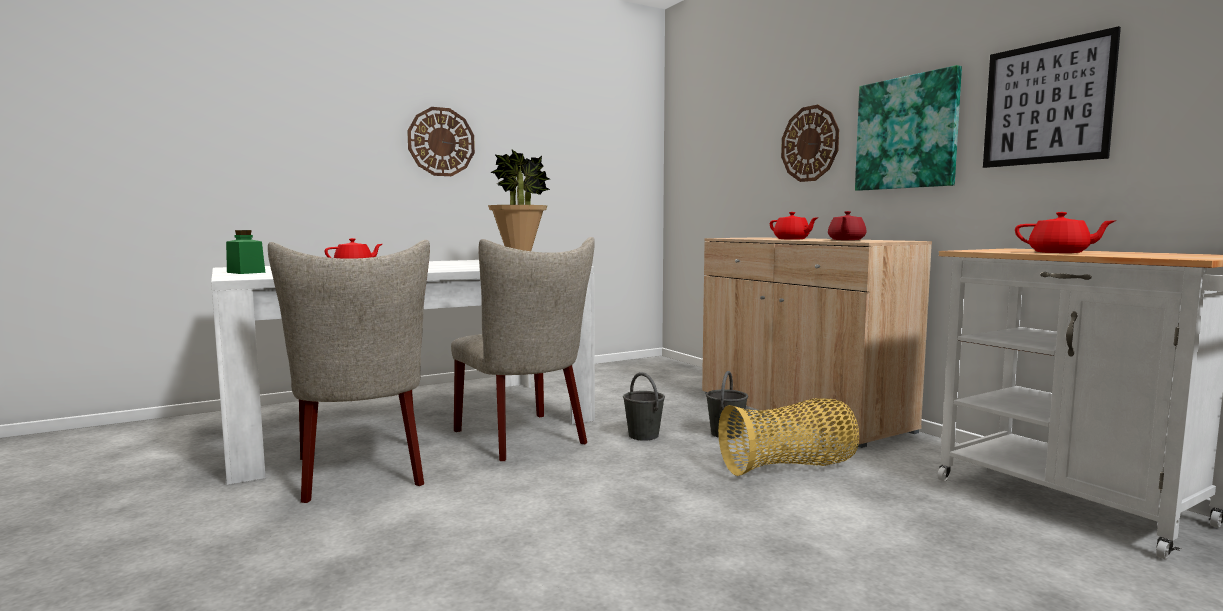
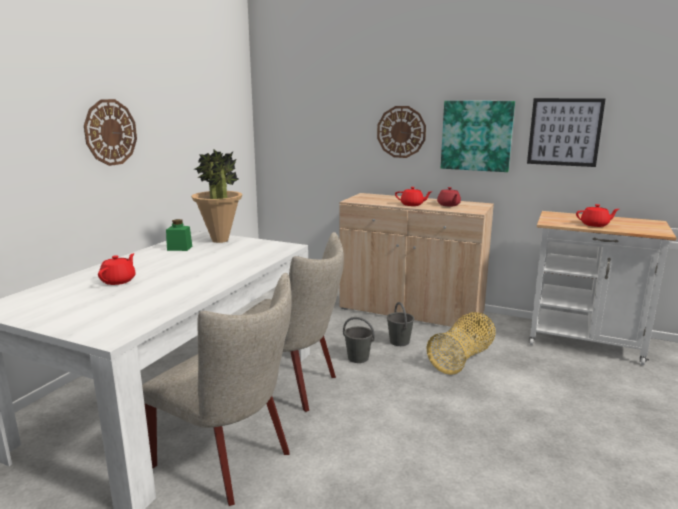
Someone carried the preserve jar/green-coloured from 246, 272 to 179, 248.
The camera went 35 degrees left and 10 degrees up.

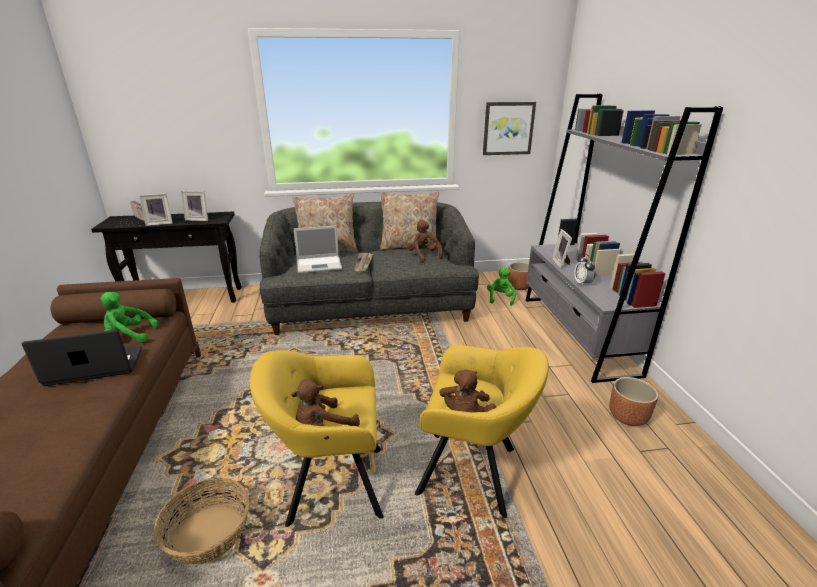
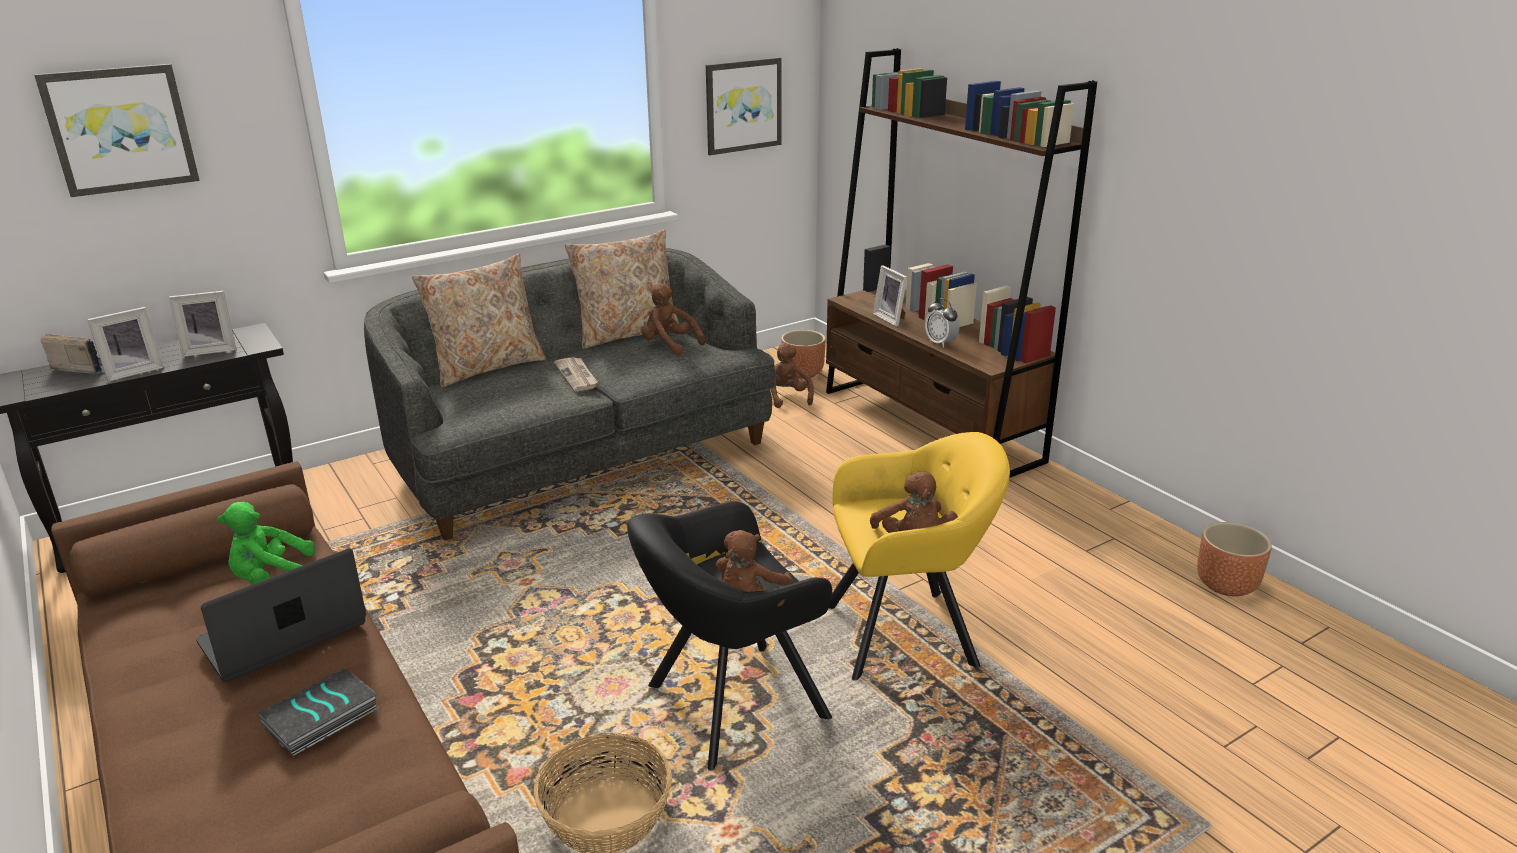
Someone put up the picture at 120, 129.
Someone put down the volume at 321, 719.
Someone repainted the lounge chair/yellowish at 330, 483, which became the lounge chair/black at 728, 705.
Someone repainted the cuddly toy/green-coloured at 500, 298, which became the cuddly toy/brown-coloured at 786, 397.
Someone repainted the shelving unit/grey at 577, 334, which became the shelving unit/brown-coloured at 930, 425.
Someone carried the flower pot/brown-coloured from 628, 417 to 1227, 585.
Someone took away the laptop at 320, 264.
The camera went 25 degrees left and 0 degrees up.

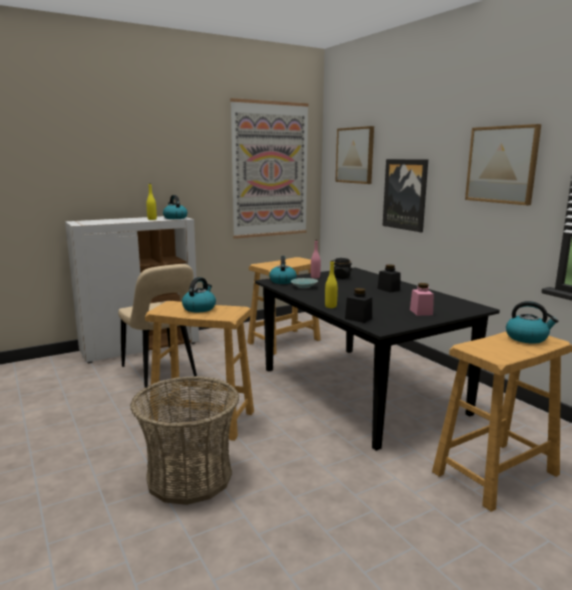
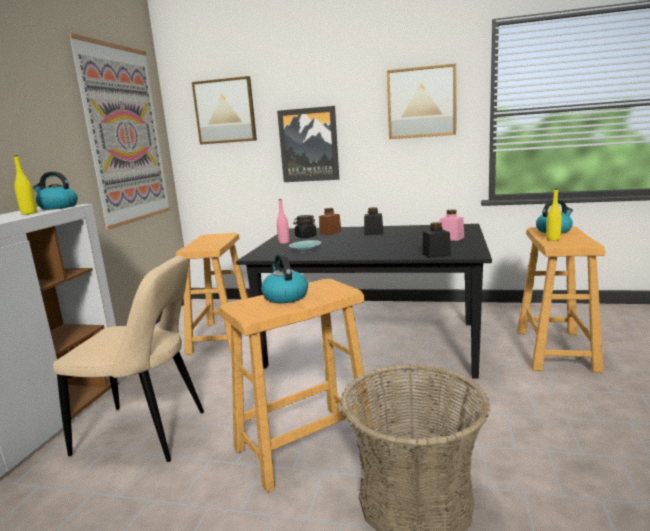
Someone put down the preserve jar/brown-coloured at 330, 233.
Someone carried the bottle/yellowish from 330, 306 to 553, 239.
Someone took away the kettle at 282, 281.
The camera went 45 degrees left and 0 degrees up.

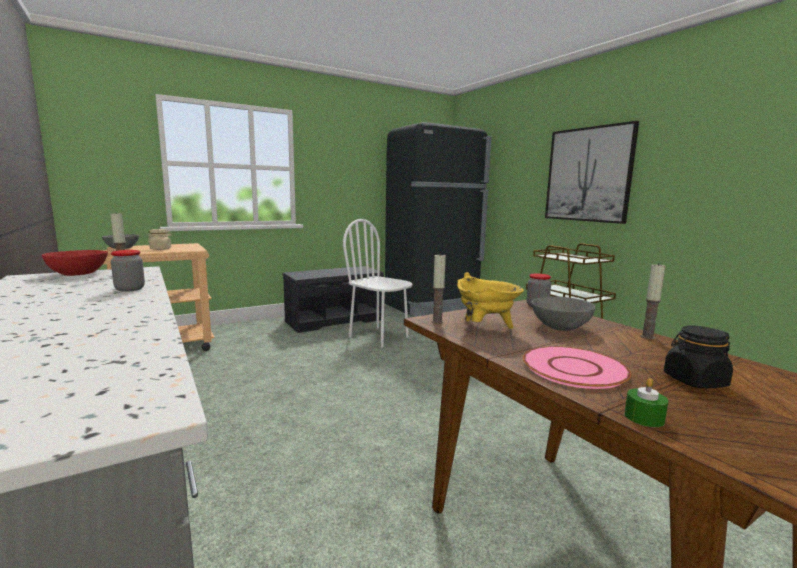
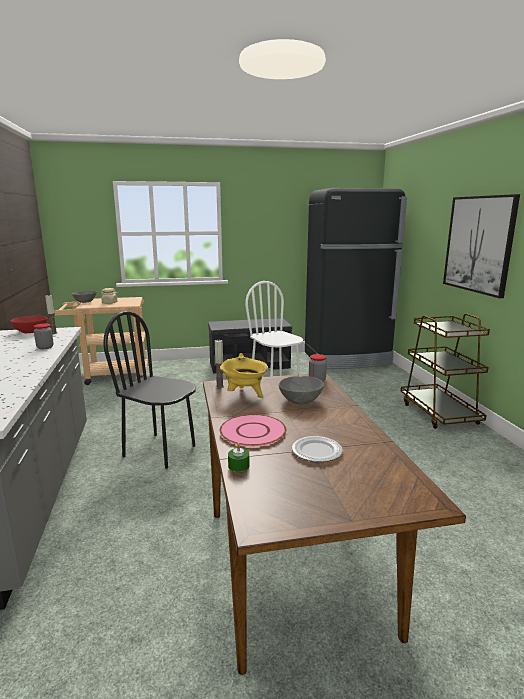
Someone put down the chair/black at 160, 451.
Someone swapped the preserve jar/black at 694, 381 for the flat dish at 317, 451.
Someone took away the wax candle at 647, 337.
The camera went 20 degrees right and 5 degrees up.

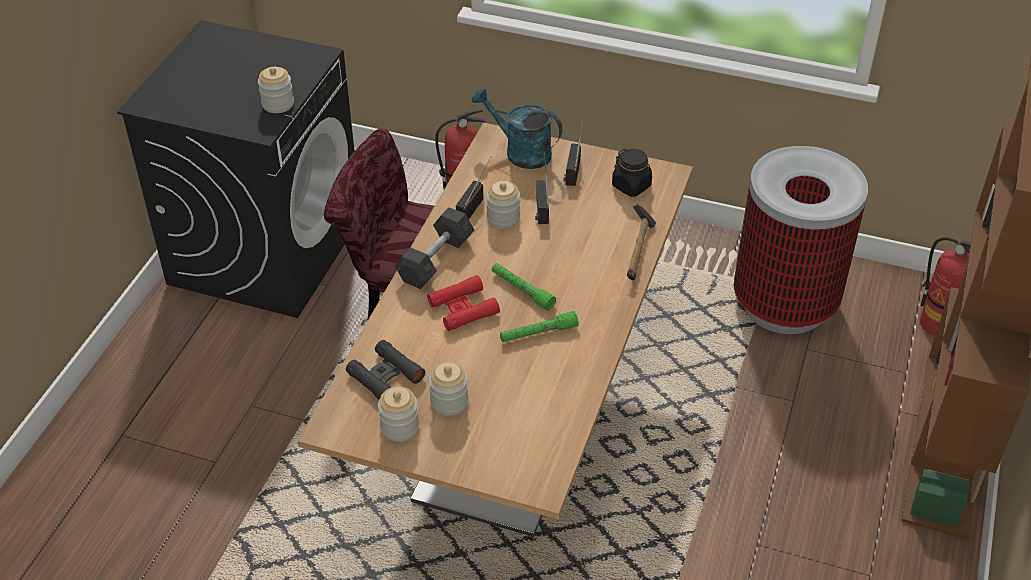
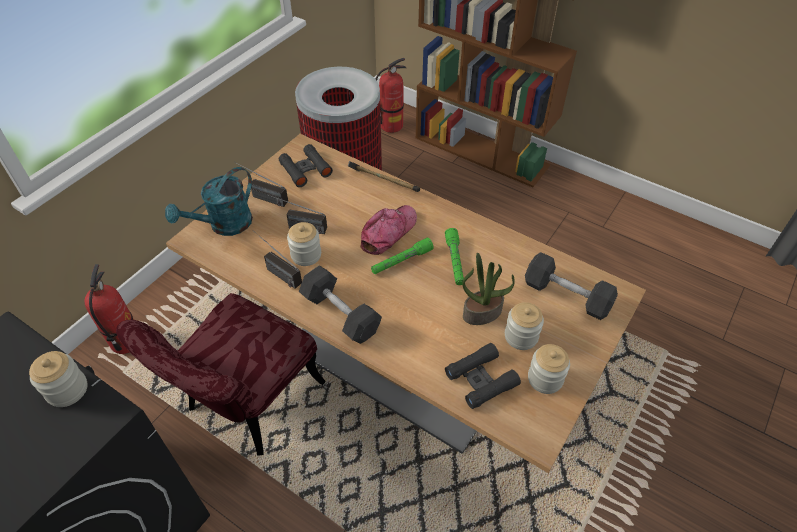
Someone swapped the preserve jar/black at 631, 186 for the binoculars/black at 305, 169.
Someone put down the cap at 388, 232.
Someone put down the plant in a pot at 482, 312.
Someone put down the dumbbell/grey at 566, 295.
Someone took away the binoculars/red-coloured at 463, 309.
The camera went 75 degrees left and 5 degrees up.

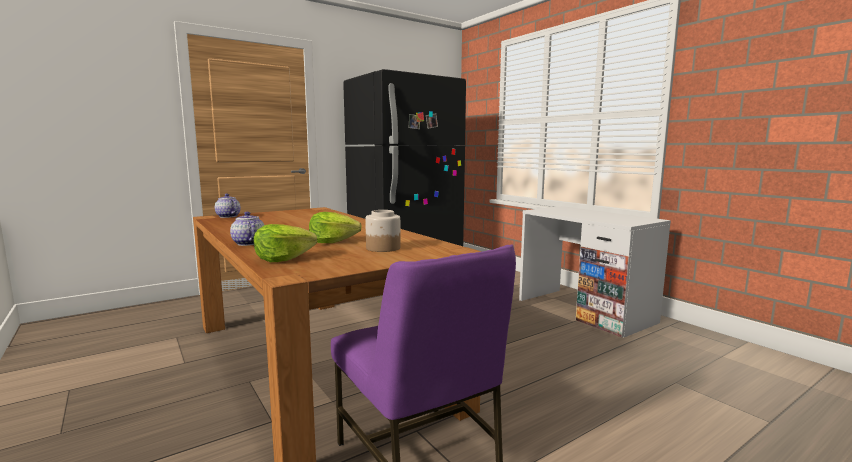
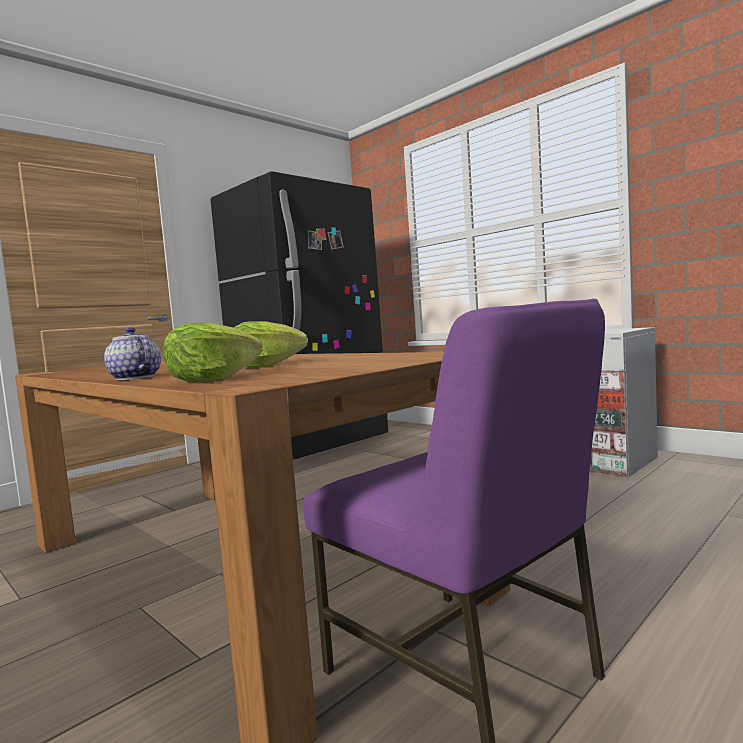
Someone took away the teapot at 227, 216.
Someone took away the preserve jar at 382, 248.
The camera went 10 degrees left and 5 degrees down.

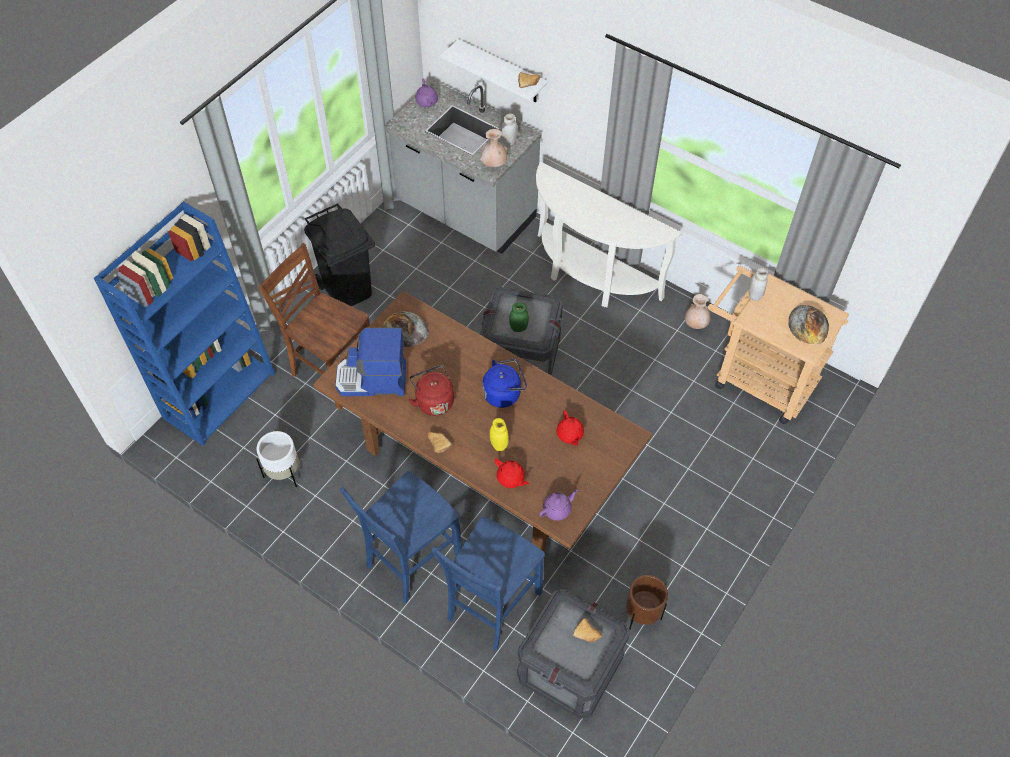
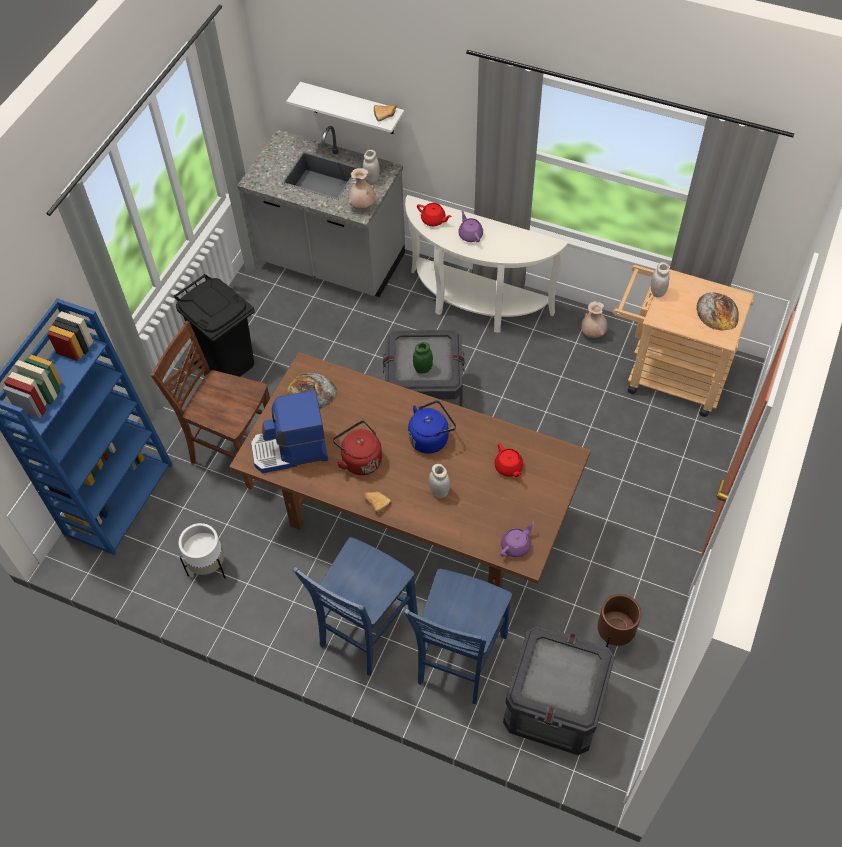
Someone carried the teapot/red-coloured from 511, 478 to 433, 220.
Someone repainted the preserve jar/yellowish at 499, 444, which became the preserve jar/white at 439, 491.
Someone carried the teapot/purple from 427, 101 to 470, 235.
Someone took away the bread at 588, 634.
The camera went 10 degrees left and 0 degrees up.

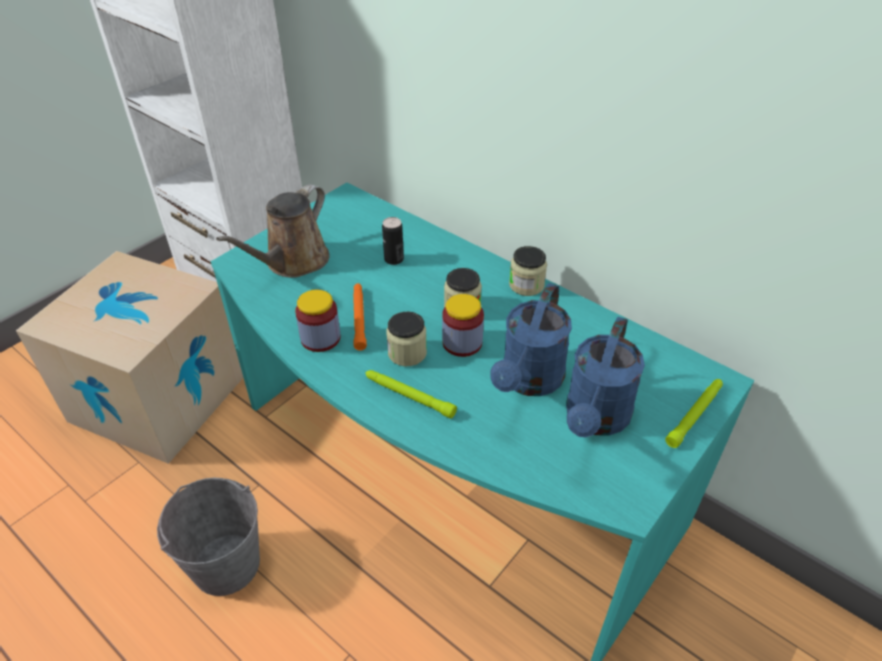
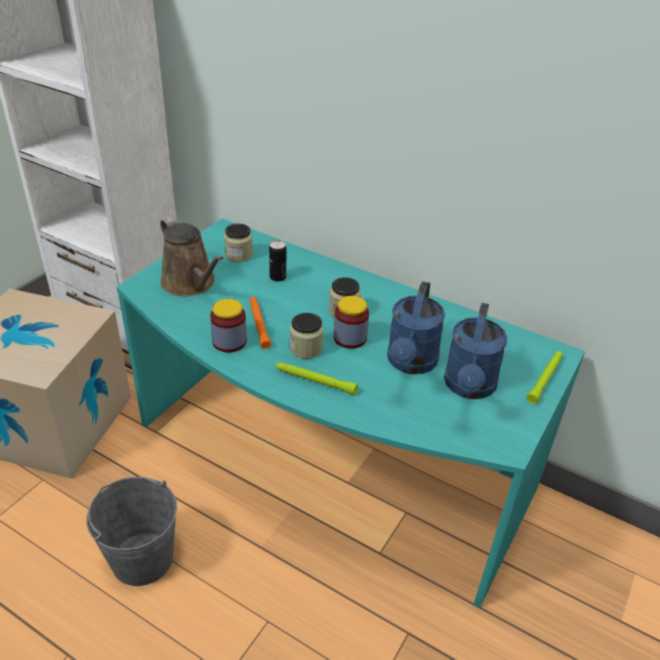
Someone rotated the watering can/brown-coloured at 293, 262 by 60 degrees counterclockwise.
Someone carried the preserve jar from 526, 285 to 239, 255.
The camera went 10 degrees left and 5 degrees down.

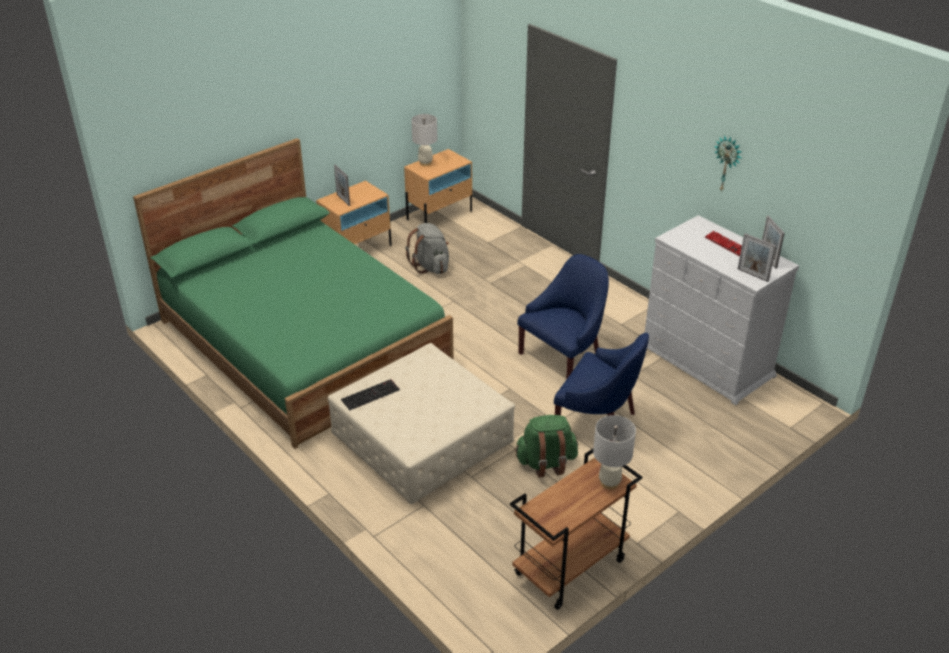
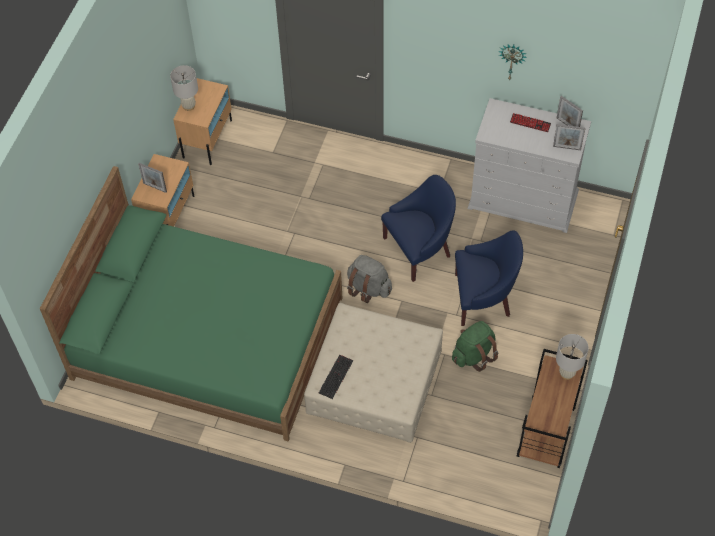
Someone carried the knapsack/grey from 431, 266 to 368, 288.
Someone rotated the lounge chair/blue-coloured at 563, 357 by 45 degrees clockwise.
The camera went 30 degrees left and 20 degrees up.

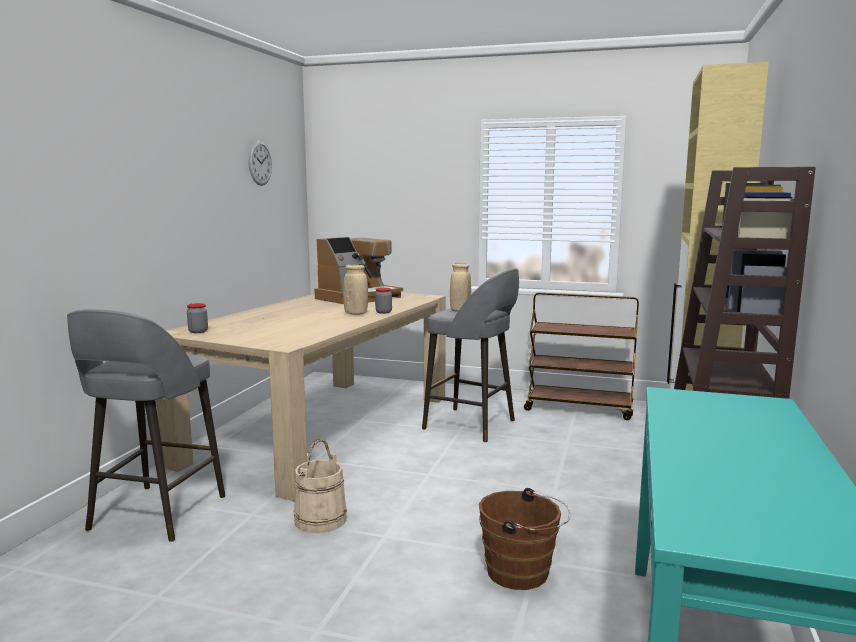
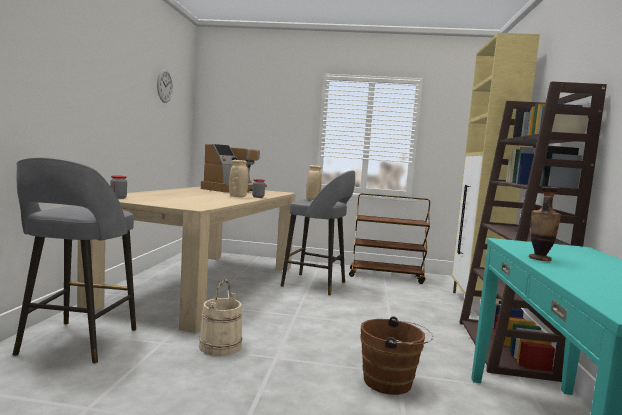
Someone put down the flower vase at 539, 259.
The camera went 10 degrees left and 5 degrees down.

